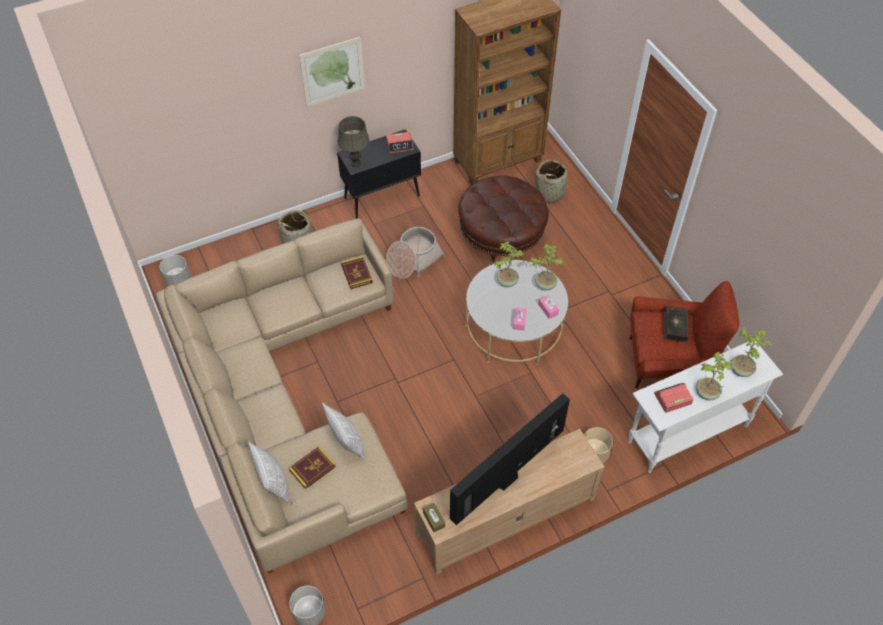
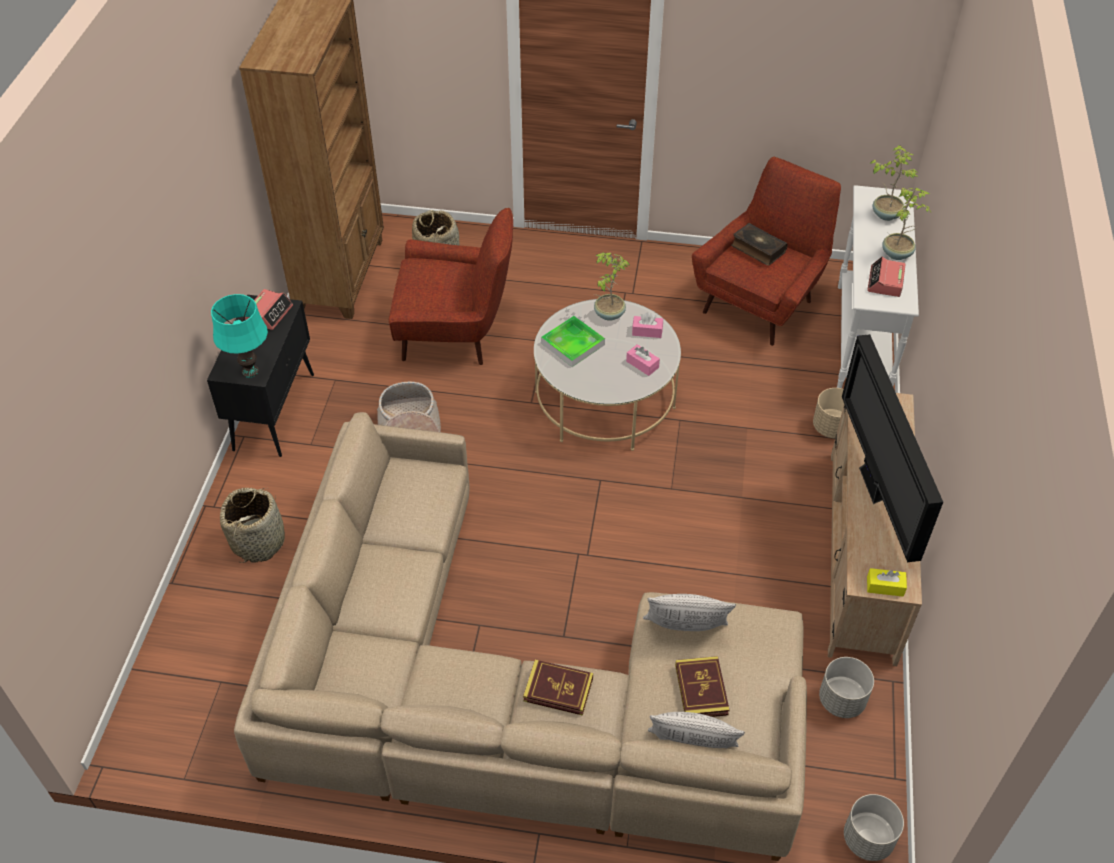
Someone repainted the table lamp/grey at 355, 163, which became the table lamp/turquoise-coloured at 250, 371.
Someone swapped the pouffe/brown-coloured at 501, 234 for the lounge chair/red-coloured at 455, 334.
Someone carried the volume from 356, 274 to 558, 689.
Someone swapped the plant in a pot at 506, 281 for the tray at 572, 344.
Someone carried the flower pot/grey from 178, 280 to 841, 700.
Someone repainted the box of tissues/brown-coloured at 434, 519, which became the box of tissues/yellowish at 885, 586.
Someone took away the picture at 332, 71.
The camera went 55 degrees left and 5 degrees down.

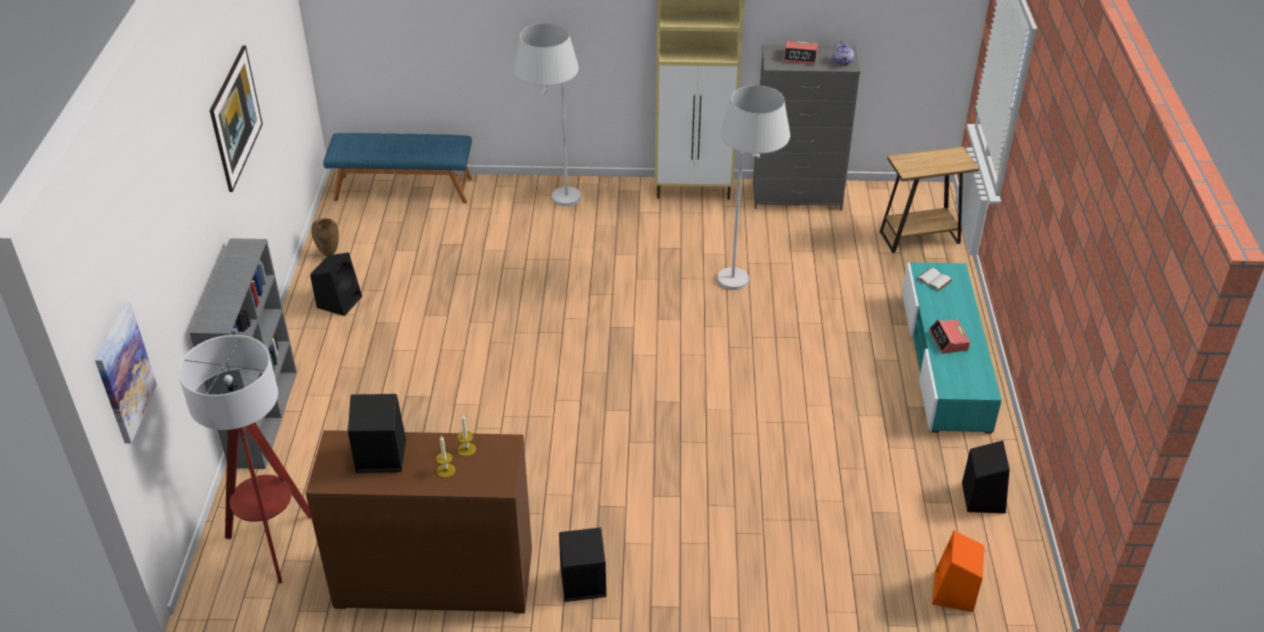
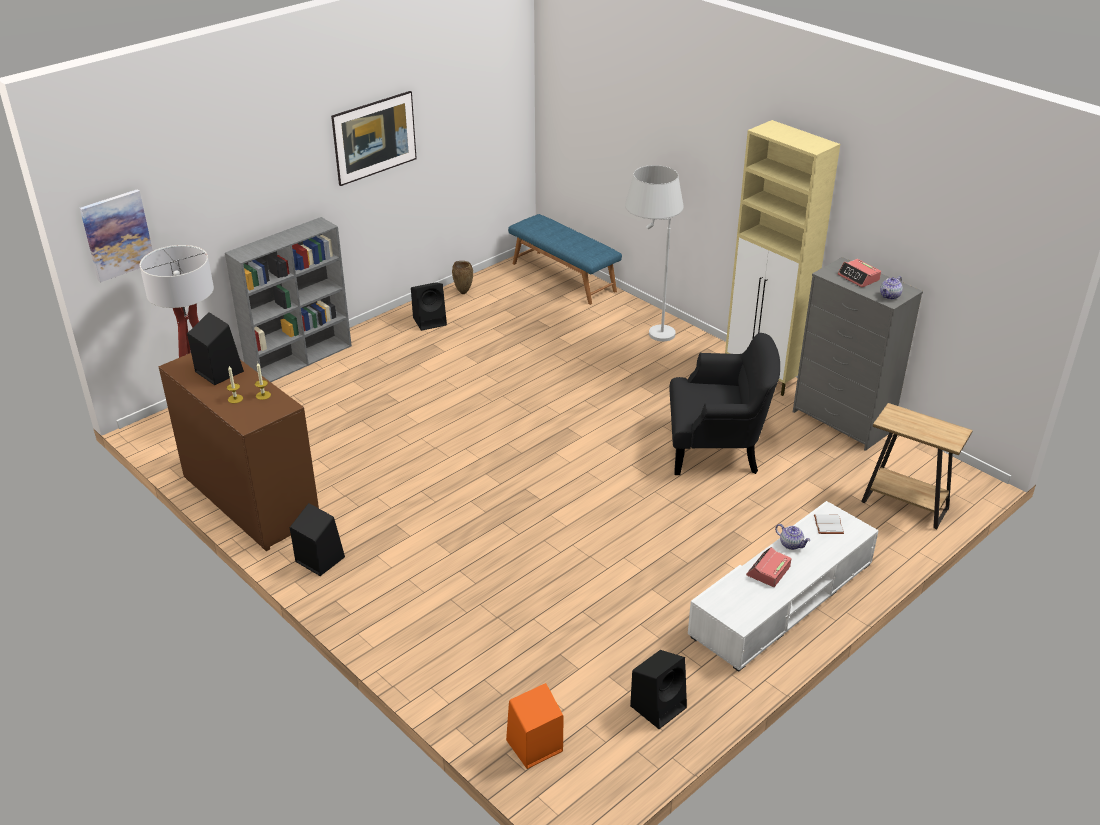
Someone swapped the standing lamp/white at 745, 272 for the lounge chair/black at 716, 448.
Someone repainted the tv unit/turquoise-coloured at 944, 360, which became the tv unit/white at 782, 599.
Someone put down the teapot at 791, 544.
The camera went 45 degrees right and 5 degrees down.

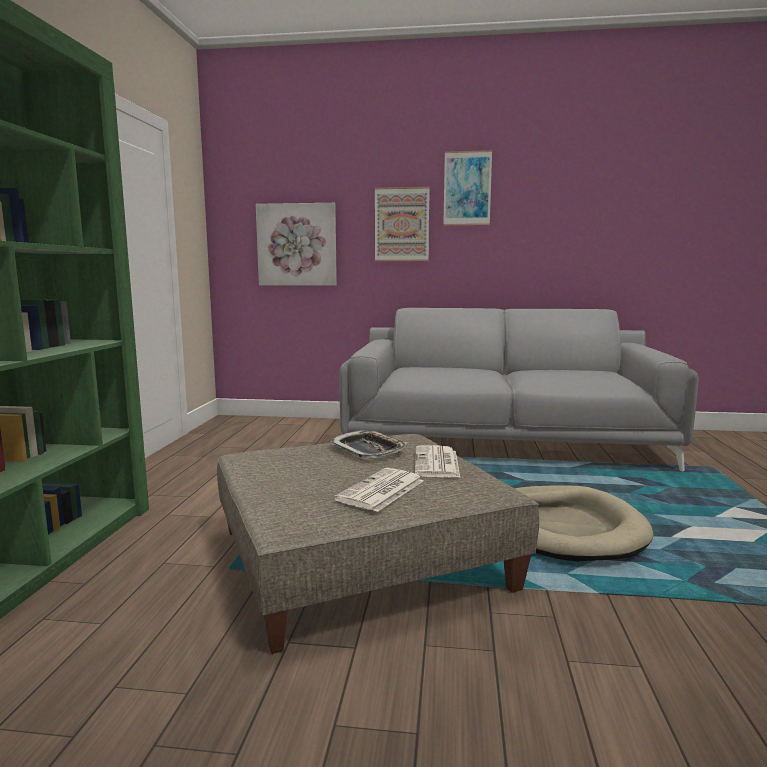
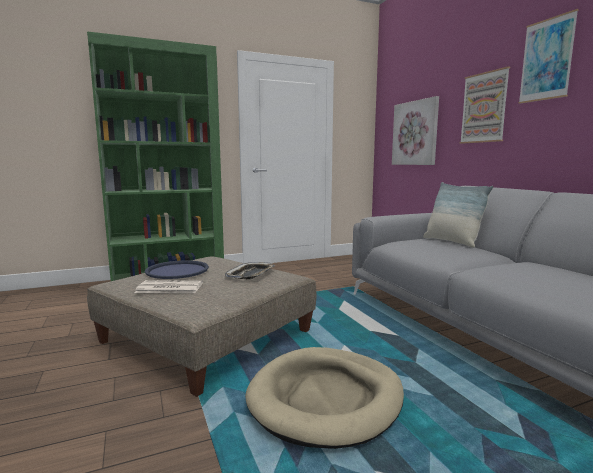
Someone put down the tray/blue-coloured at 177, 270.
Someone put down the cushion at 452, 242.
Someone took away the daily paper at 437, 463.
The camera went 60 degrees right and 0 degrees up.

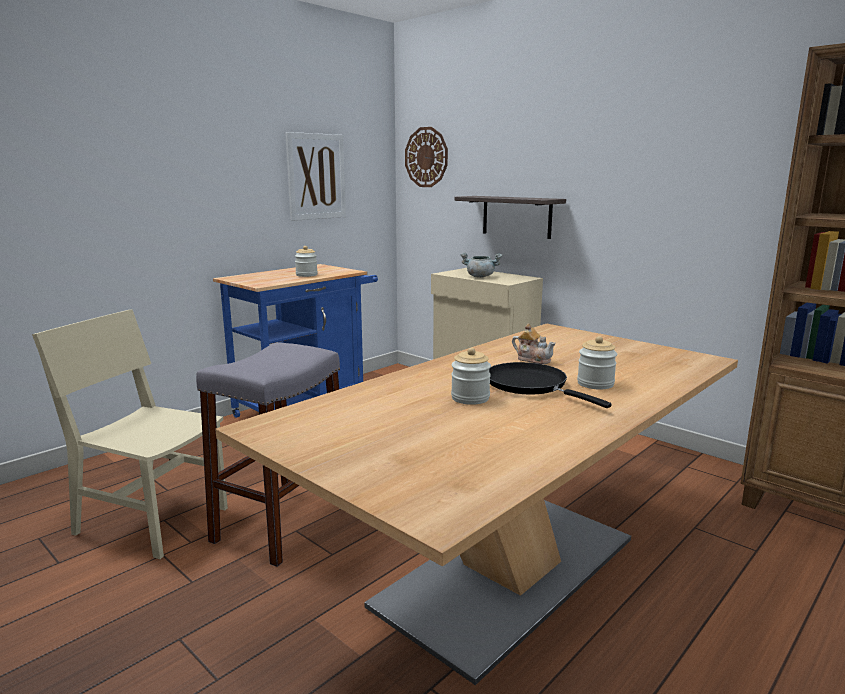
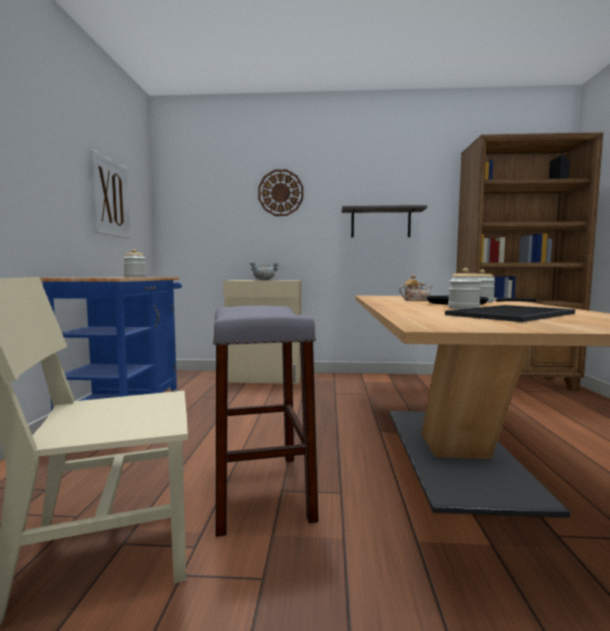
Someone carried the hanging clock from 426, 157 to 280, 193.
Someone carried the shelf from 516, 216 to 380, 223.
Someone put down the tray at 512, 314.
The camera went 40 degrees left and 10 degrees down.

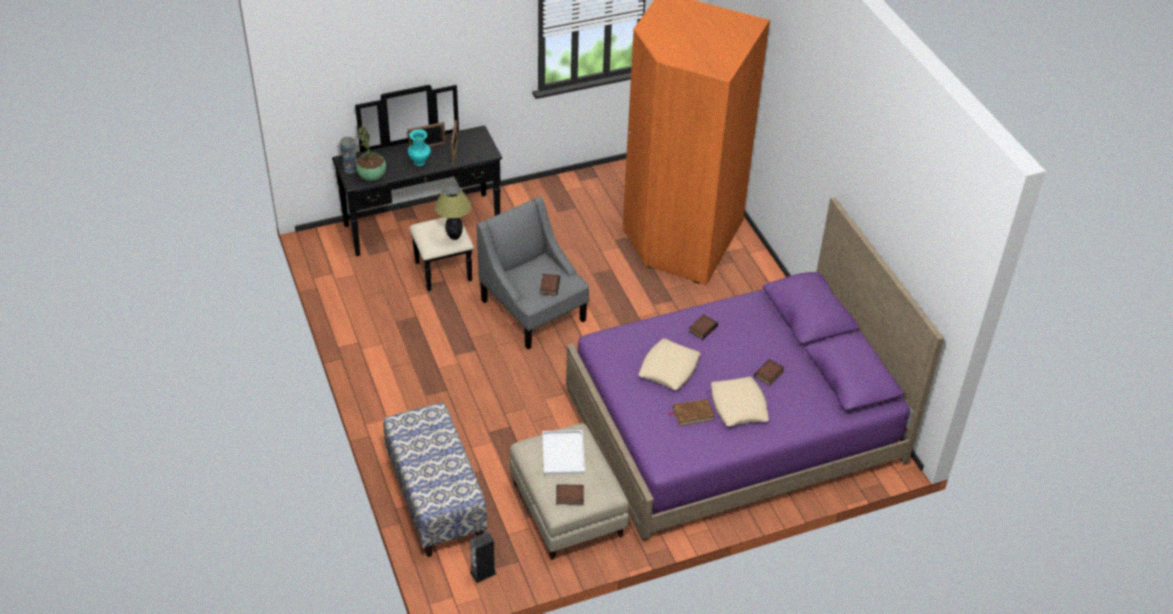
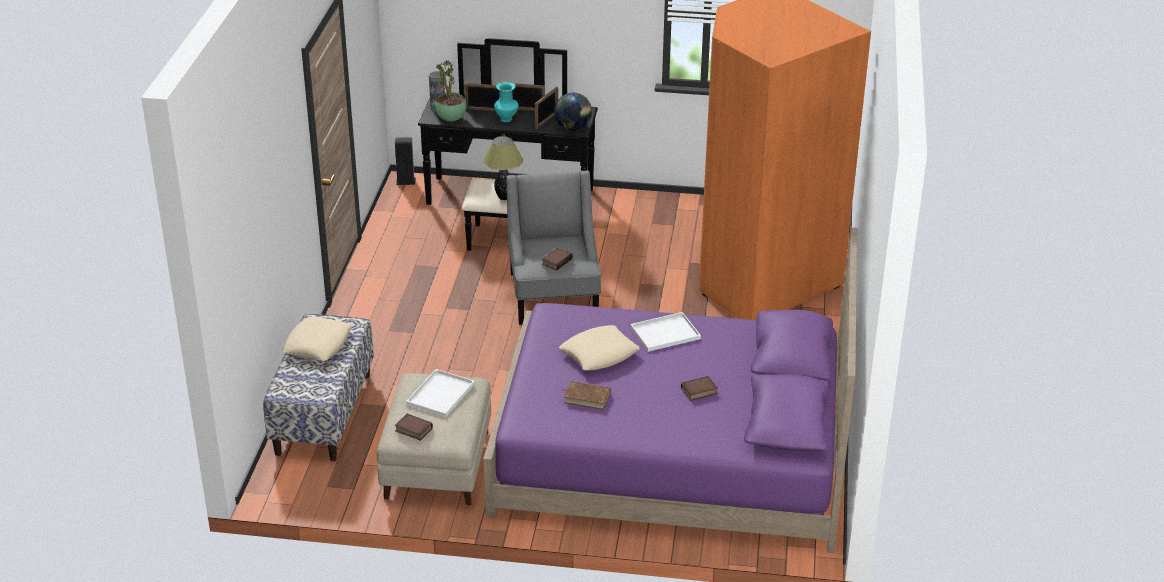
Someone carried the cushion/beige-coloured from 739, 406 to 318, 344.
Someone carried the speaker from 483, 573 to 406, 181.
Someone put down the picture frame at 484, 110.
Someone put down the world globe at 573, 128.
Someone swapped the volume at 702, 328 for the tray/white at 666, 332.
The camera went 30 degrees right and 10 degrees down.

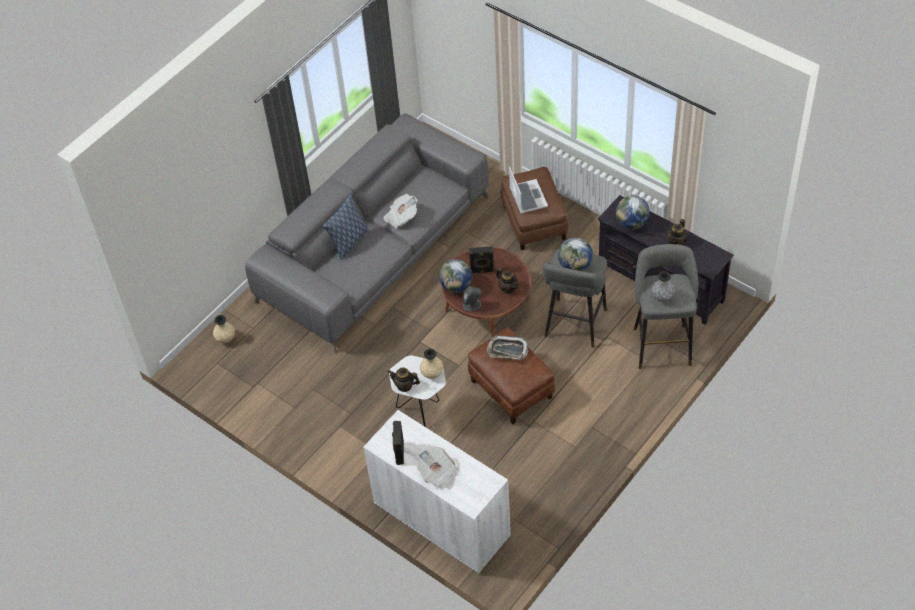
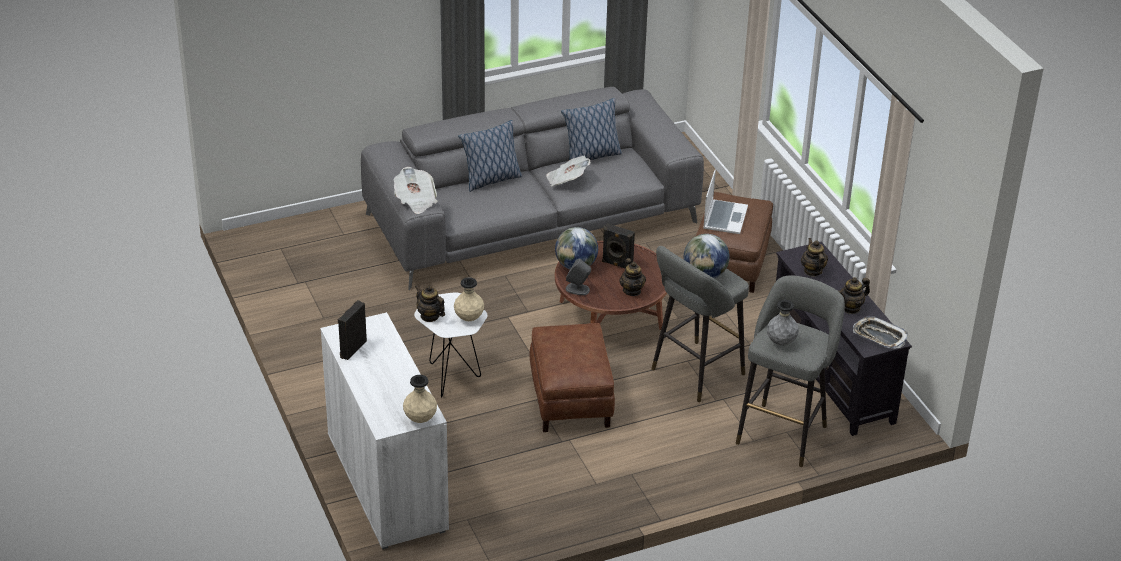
Someone carried the daily paper from 438, 474 to 415, 200.
Someone carried the flower vase/beige-coloured from 225, 339 to 420, 419.
Someone put down the cushion at 591, 156.
Someone swapped the world globe at 632, 223 for the teapot at 812, 271.
Someone carried the tray from 507, 350 to 879, 336.
The camera went 25 degrees right and 15 degrees down.

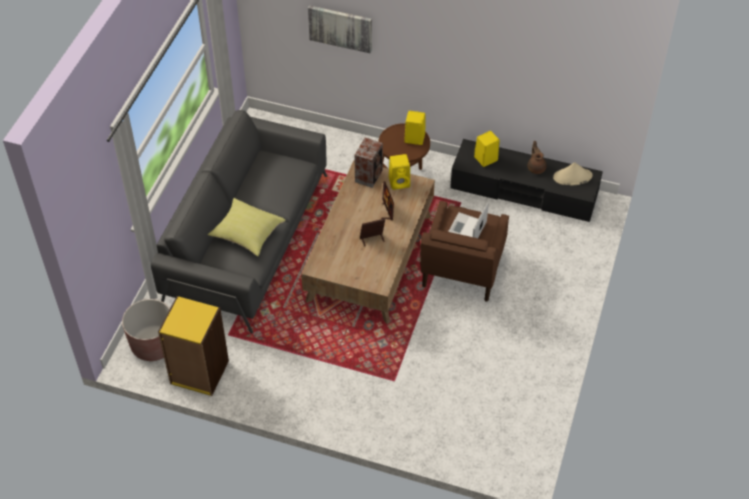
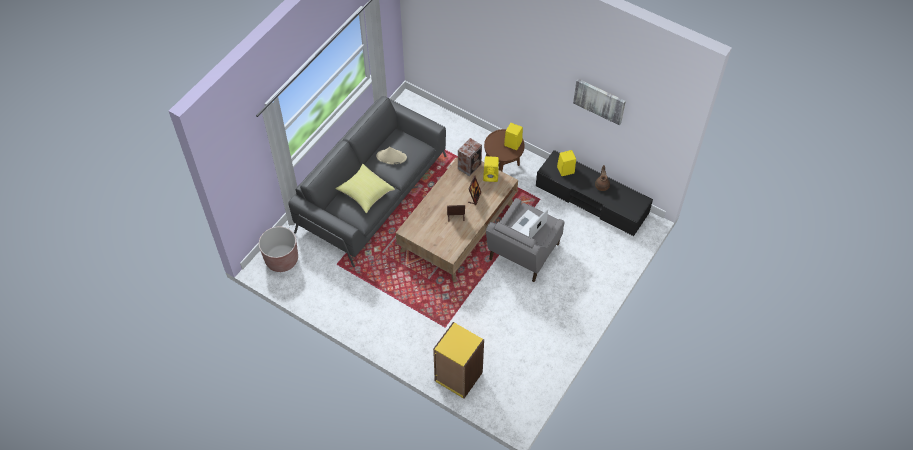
Someone carried the wearable hat/beige-coloured from 572, 177 to 391, 157.
Someone carried the shelving unit/yellowish from 199, 373 to 458, 377.
Someone repainted the lounge chair/brown-coloured at 462, 270, which became the lounge chair/grey at 523, 253.
Someone carried the picture from 340, 28 to 599, 101.
The camera went 15 degrees right and 5 degrees up.

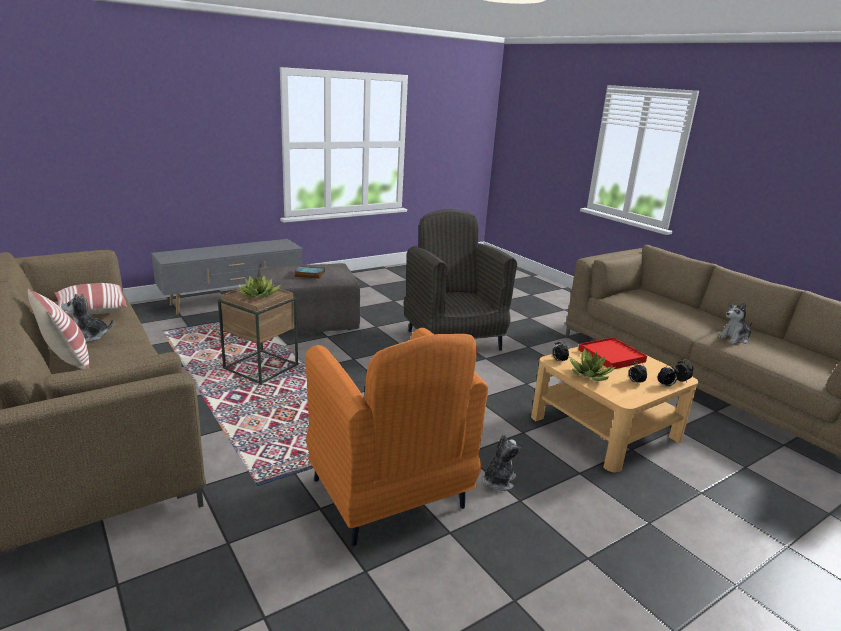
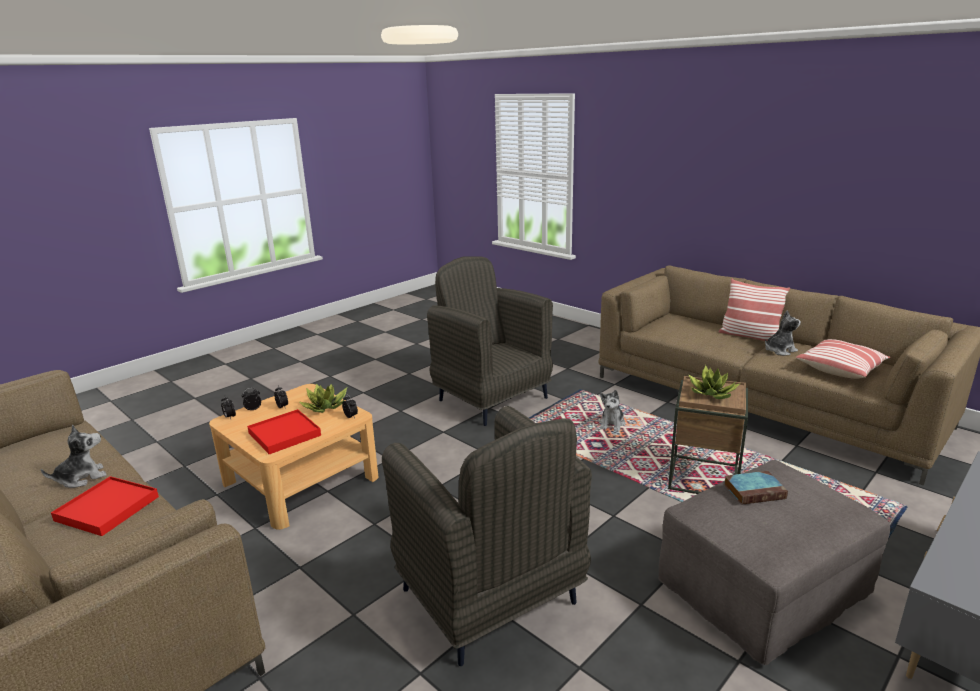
Someone put down the tray/red-coloured at 107, 508.
Someone repainted the lounge chair/orange at 389, 496, which became the lounge chair/grey at 491, 398.
Someone carried the cuddly toy from 498, 481 to 612, 424.
The camera went 170 degrees right and 0 degrees up.

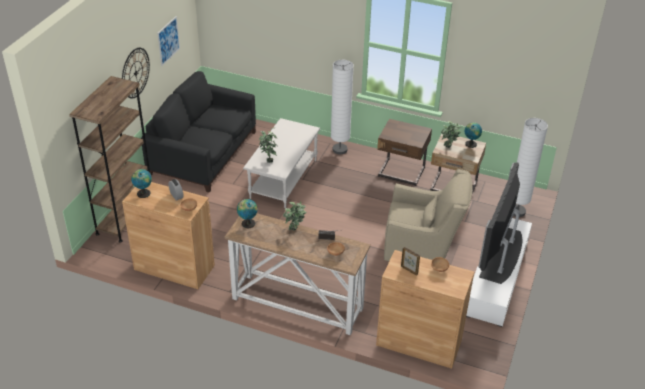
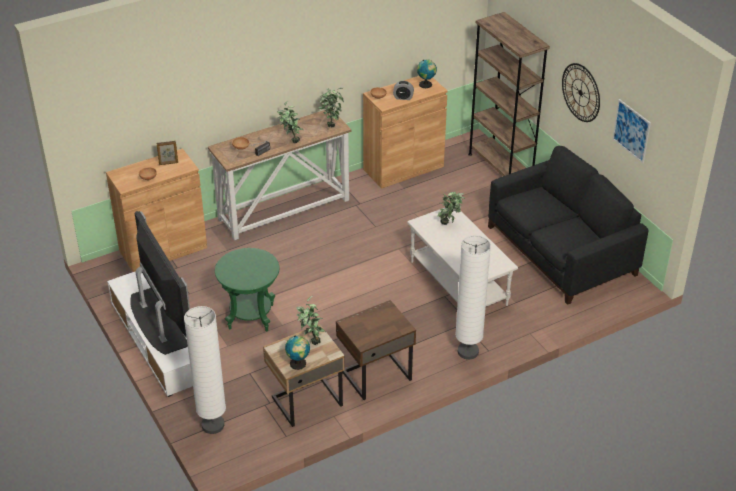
Someone swapped the lounge chair/beige-coloured at 422, 250 for the side table/green-coloured at 251, 316.
Someone swapped the world globe at 247, 223 for the plant in a pot at 331, 123.
The camera went 130 degrees right and 0 degrees up.

